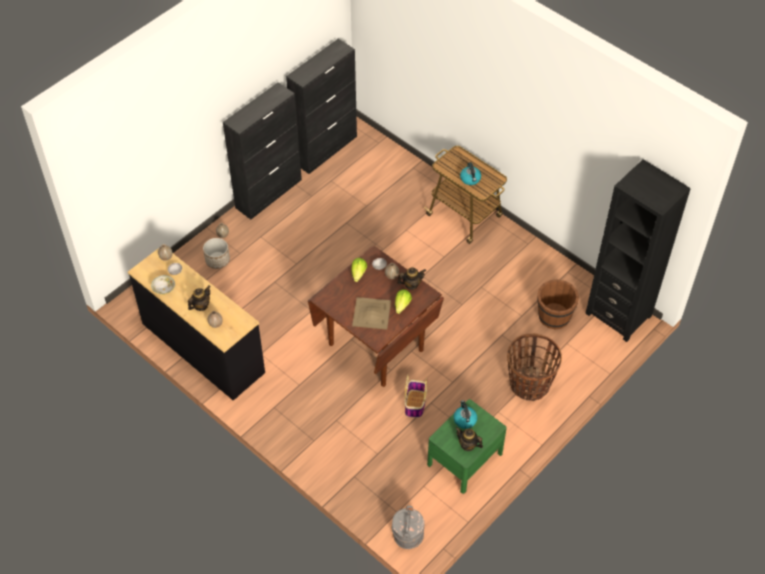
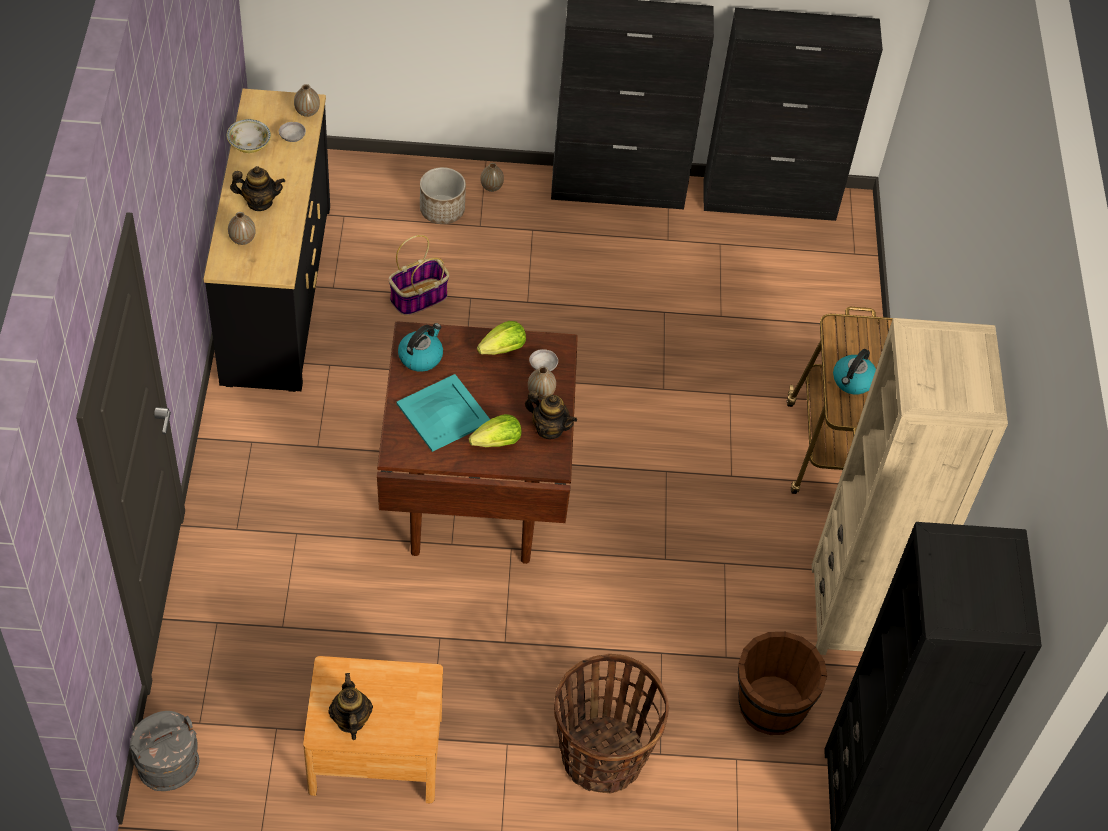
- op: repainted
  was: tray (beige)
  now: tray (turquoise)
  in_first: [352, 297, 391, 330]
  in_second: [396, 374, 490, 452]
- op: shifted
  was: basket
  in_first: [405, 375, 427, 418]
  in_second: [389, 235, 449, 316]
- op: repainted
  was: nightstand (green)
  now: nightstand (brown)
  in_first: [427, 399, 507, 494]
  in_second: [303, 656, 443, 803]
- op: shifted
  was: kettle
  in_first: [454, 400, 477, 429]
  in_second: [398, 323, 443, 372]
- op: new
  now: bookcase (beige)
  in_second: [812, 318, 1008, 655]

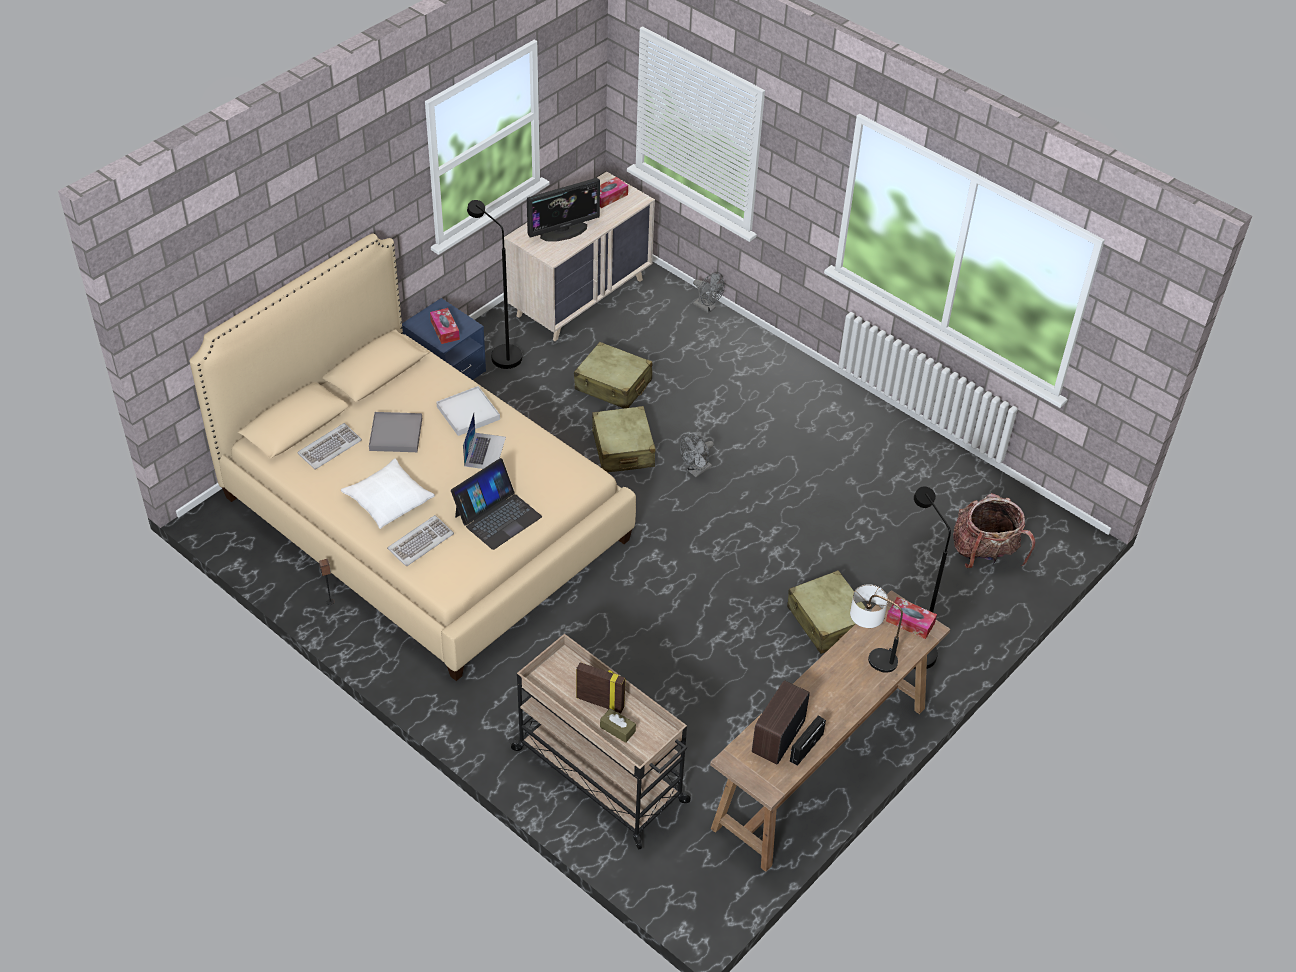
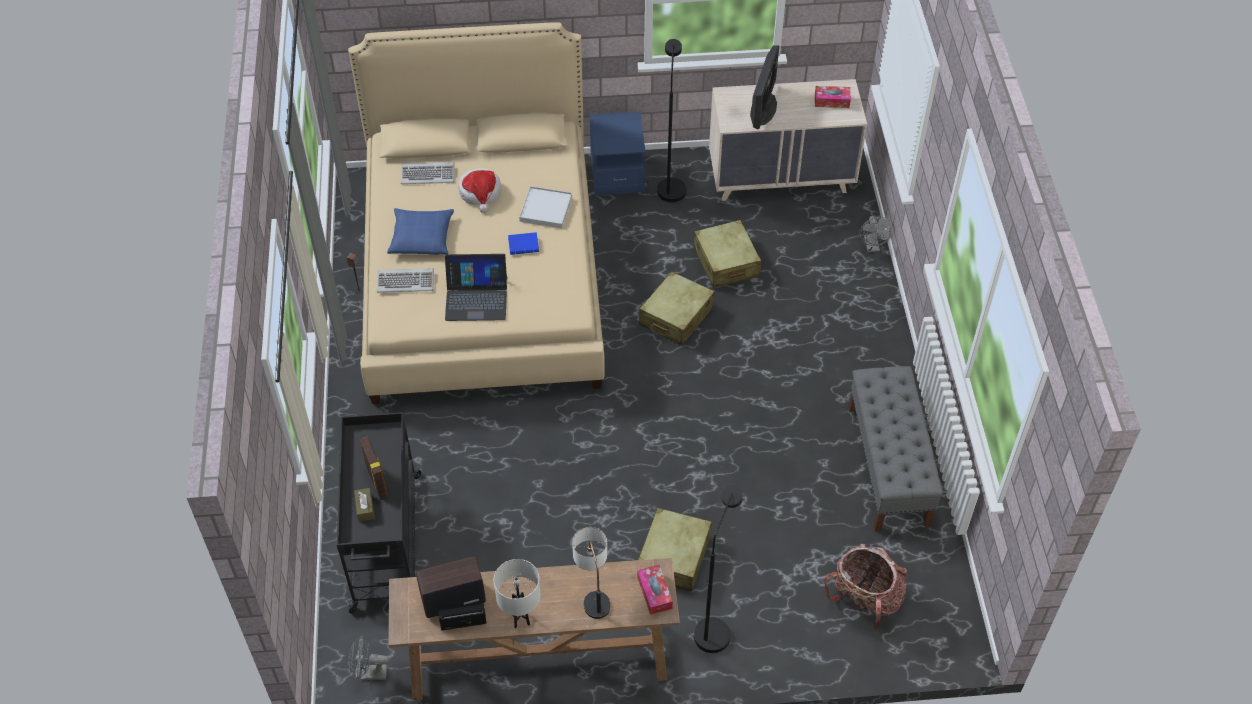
- op: rotated
  was: monitor
  in_first: [527, 178, 600, 242]
  in_second: [750, 45, 779, 129]
  clockwise: -90
- op: gone
  was: tissue box
  in_first: [430, 308, 460, 344]
- op: swapped
  was: tray (grey)
  now: hat
  in_first: [369, 412, 422, 452]
  in_second: [459, 168, 501, 213]
- op: swapped
  was: laptop
  now: book (blue)
  in_first: [463, 412, 506, 469]
  in_second: [508, 232, 539, 255]
- op: shifted
  was: fan (grey)
  in_first: [680, 434, 714, 477]
  in_second: [348, 636, 389, 680]
- op: repainted
  was: pillow (white)
  now: pillow (blue)
  in_first: [341, 458, 435, 529]
  in_second: [387, 208, 454, 255]
- op: repainted
  was: cart (beige)
  now: cart (black)
  in_first: [509, 634, 691, 850]
  in_second: [337, 412, 422, 614]
- op: new
  now: bench (grey)
  in_second: [849, 366, 943, 532]
- op: new
  now: table lamp (white)
  in_second: [494, 559, 541, 628]

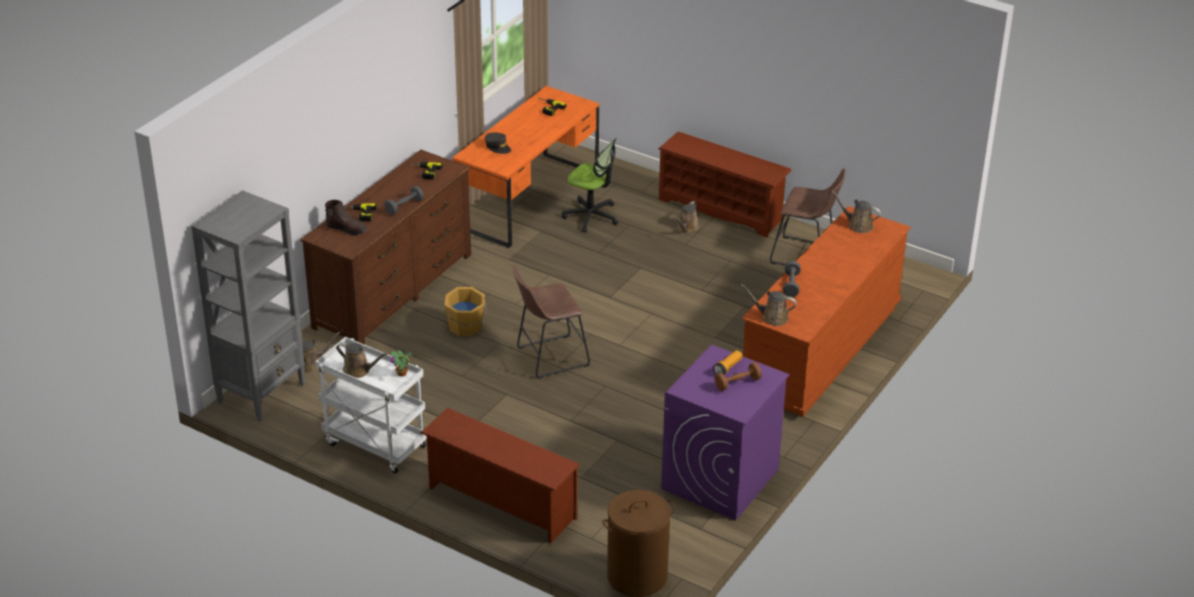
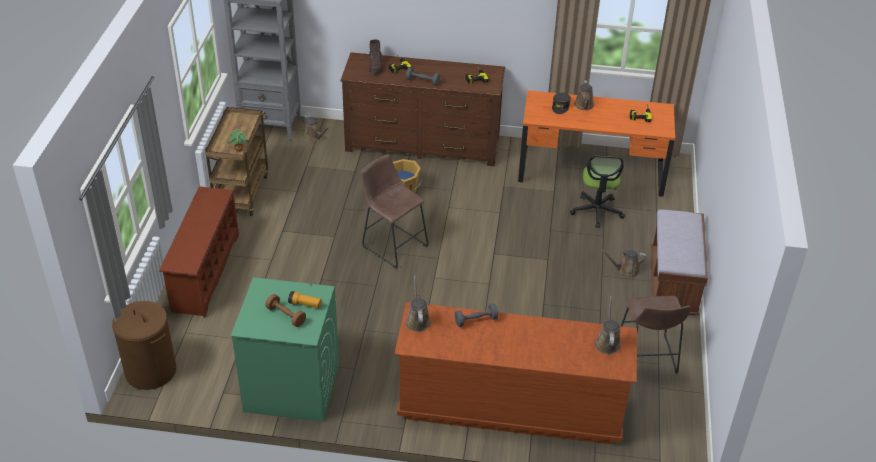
- op: swapped
  was: shoe rack (brown)
  now: bench (brown)
  in_first: [658, 132, 792, 237]
  in_second: [651, 209, 708, 315]
- op: repainted
  was: cart (white)
  now: cart (brown)
  in_first: [315, 337, 427, 474]
  in_second: [205, 107, 268, 216]
- op: shifted
  was: watering can (brown)
  in_first: [336, 342, 388, 378]
  in_second: [574, 80, 594, 110]
- op: repainted
  was: washing machine (purple)
  now: washing machine (green)
  in_first: [661, 345, 790, 520]
  in_second: [231, 277, 339, 422]

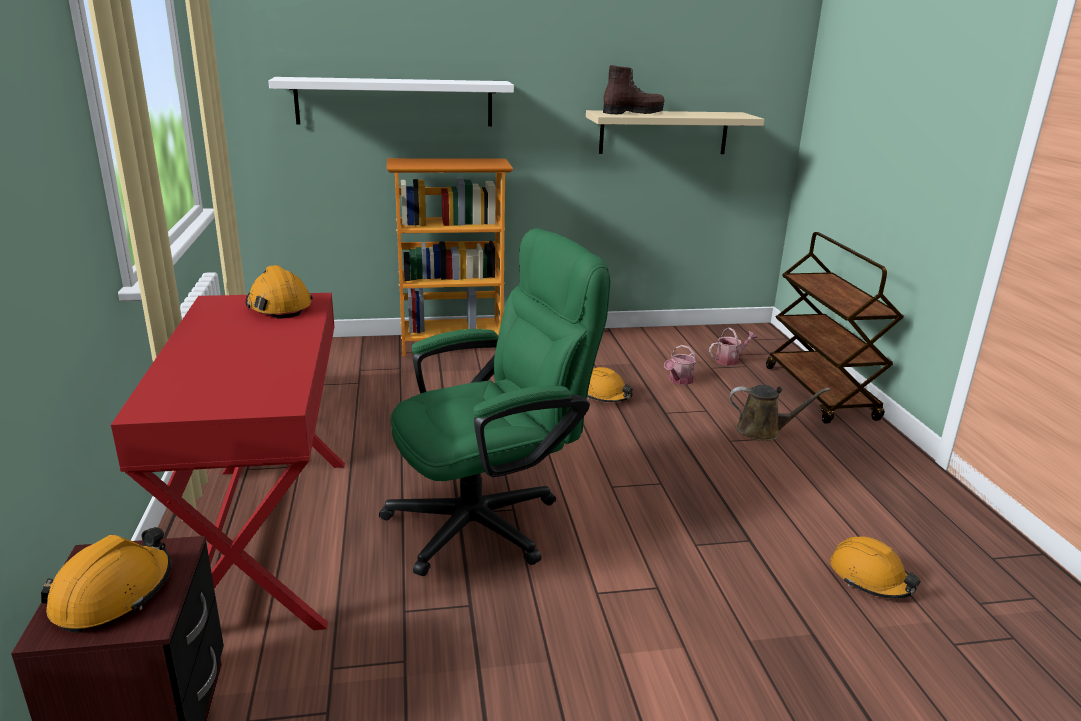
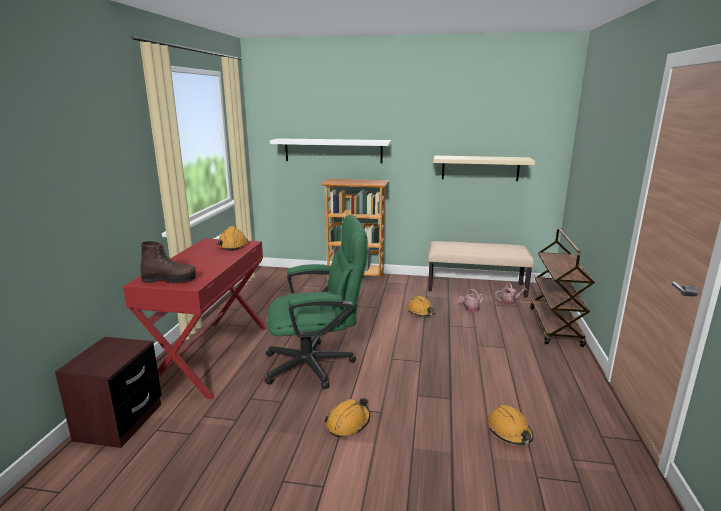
- op: shifted
  was: boot (brown)
  in_first: [603, 65, 665, 114]
  in_second: [140, 241, 196, 283]
- op: gone
  was: watering can (brown)
  in_first: [730, 385, 830, 441]
- op: shifted
  was: hard hat (orange)
  in_first: [41, 527, 172, 633]
  in_second: [325, 398, 370, 437]
- op: new
  now: bench (beige)
  in_second: [428, 241, 534, 298]

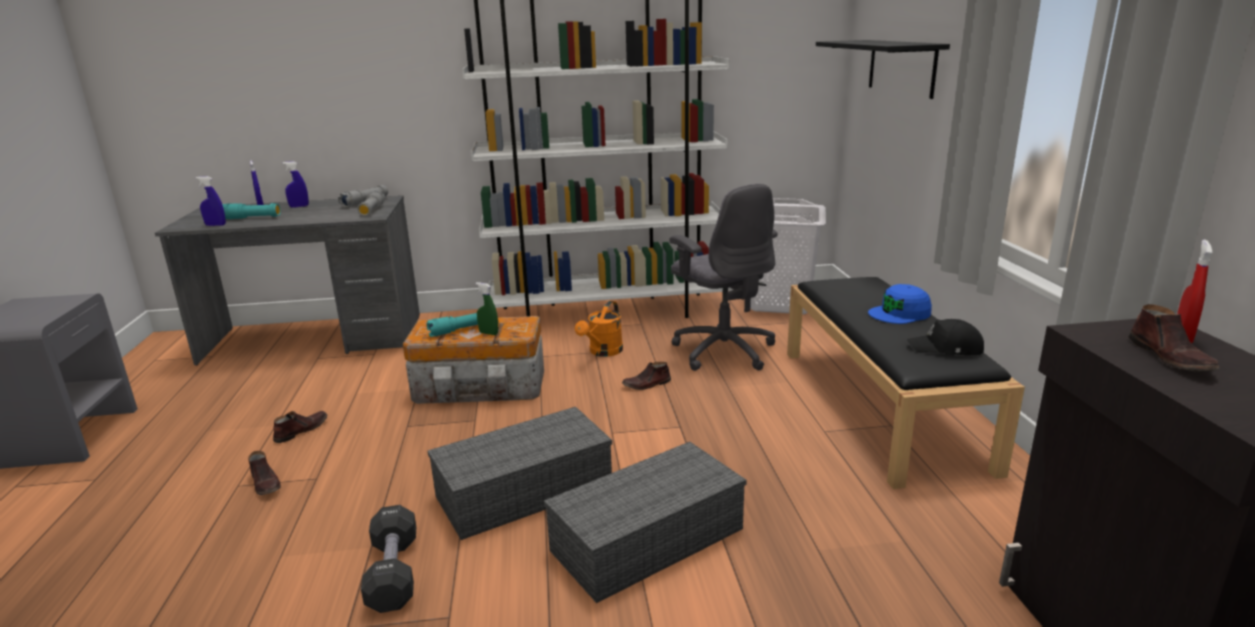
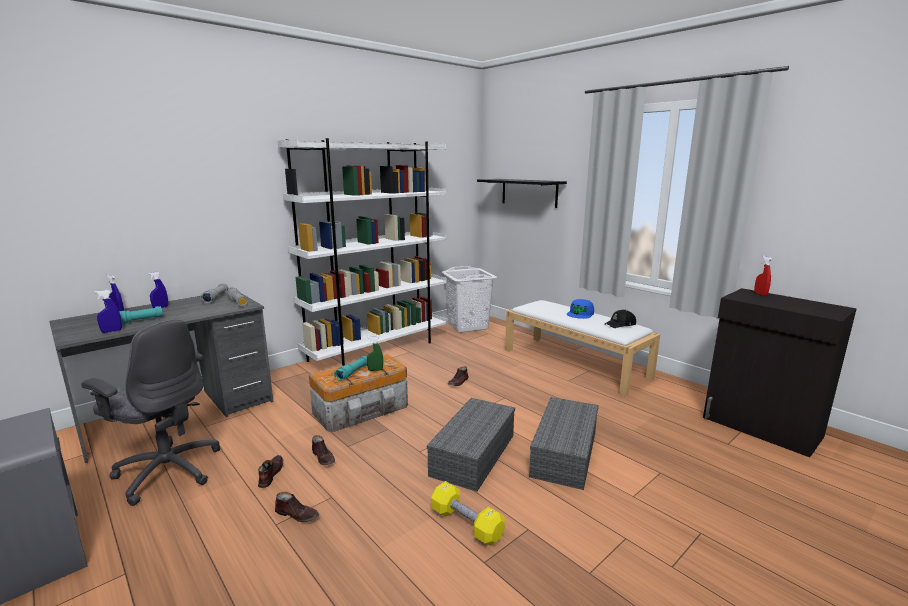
- op: shifted
  was: office chair (grey)
  in_first: [669, 184, 778, 371]
  in_second: [81, 319, 220, 506]
- op: repainted
  was: bench (black)
  now: bench (white)
  in_first: [787, 277, 1025, 489]
  in_second: [505, 300, 660, 396]
- op: gone
  was: watering can (orange)
  in_first: [575, 301, 623, 357]
- op: shifted
  was: shoe (brown)
  in_first: [1128, 304, 1220, 371]
  in_second: [312, 435, 335, 465]
- op: repainted
  was: dumbbell (black)
  now: dumbbell (yellow)
  in_first: [361, 505, 416, 613]
  in_second: [431, 481, 505, 546]

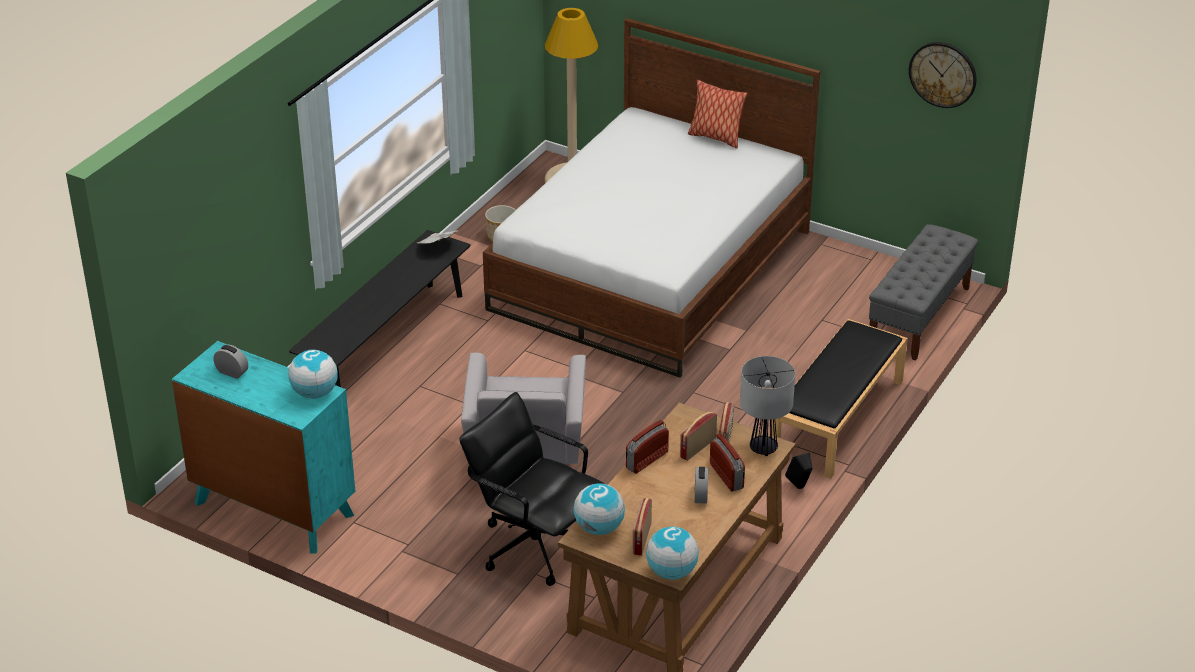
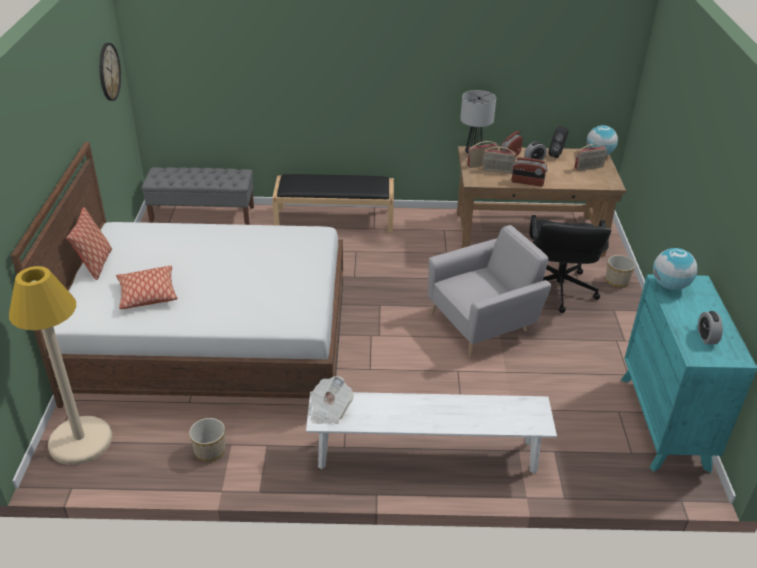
- op: repainted
  was: bench (black)
  now: bench (white)
  in_first: [289, 230, 471, 387]
  in_second: [306, 391, 557, 474]
- op: shifted
  was: speaker (black)
  in_first: [785, 453, 812, 489]
  in_second: [548, 126, 569, 158]
- op: gone
  was: globe
  in_first: [574, 483, 625, 535]
- op: new
  now: planter
  in_second: [606, 255, 636, 287]
- op: new
  now: pillow
  in_second: [116, 266, 178, 309]

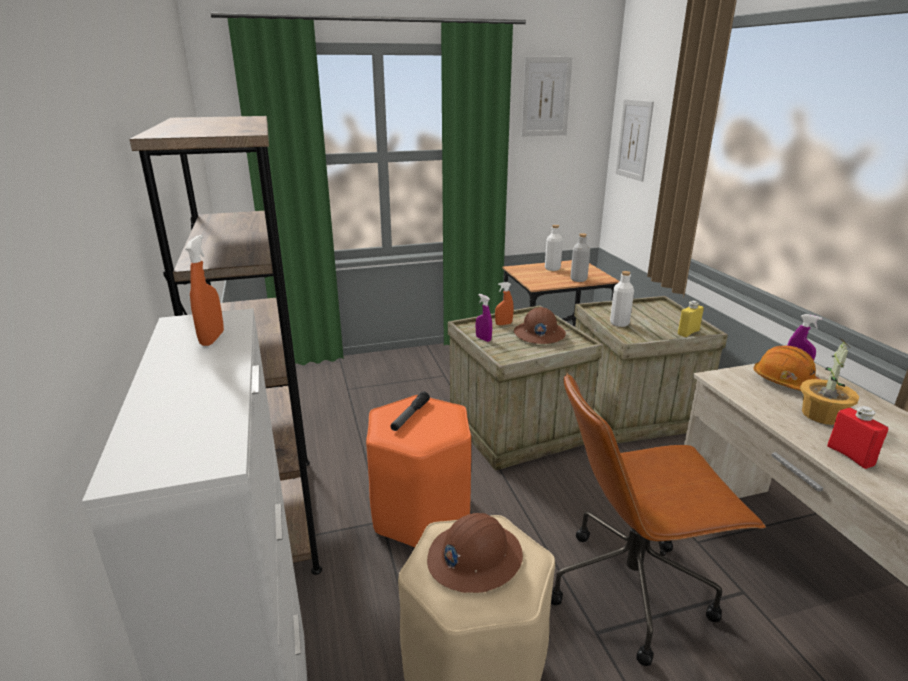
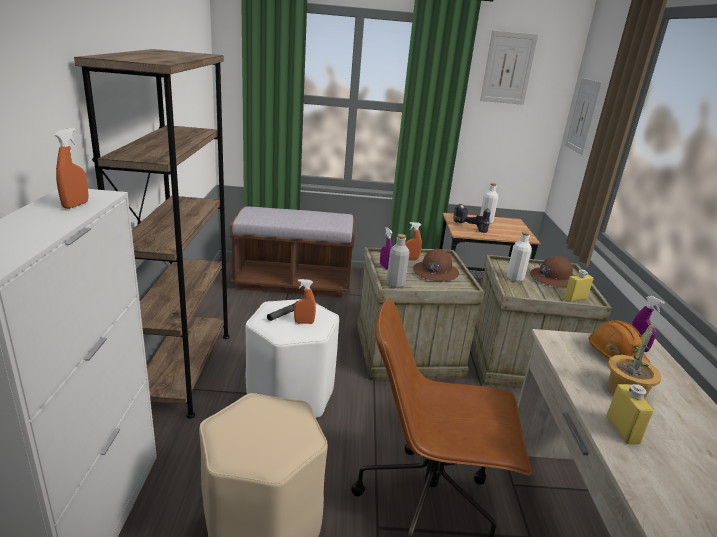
- op: shifted
  was: bottle (grey)
  in_first: [570, 233, 590, 282]
  in_second: [386, 234, 409, 288]
- op: repainted
  was: stool (orange)
  now: stool (white)
  in_first: [366, 395, 471, 547]
  in_second: [246, 299, 339, 418]
- op: repainted
  was: bottle (red)
  now: bottle (yellow)
  in_first: [827, 406, 888, 469]
  in_second: [606, 384, 654, 444]
- op: shifted
  was: hard hat (brown)
  in_first: [427, 513, 523, 593]
  in_second: [530, 256, 573, 287]
- op: new
  now: power drill
  in_second: [453, 204, 491, 233]
- op: new
  now: bench (brown)
  in_second: [229, 206, 356, 297]
- op: new
  now: spray bottle (orange)
  in_second: [294, 279, 316, 324]

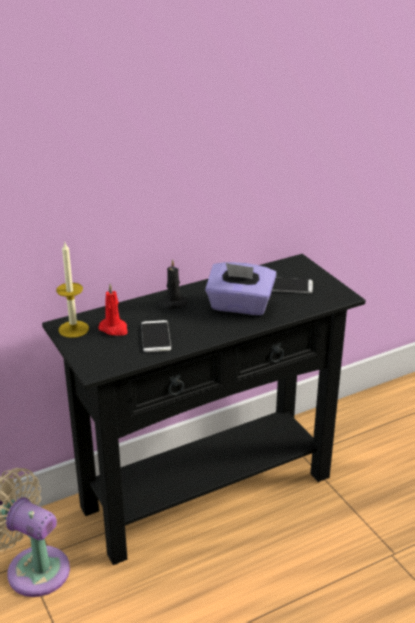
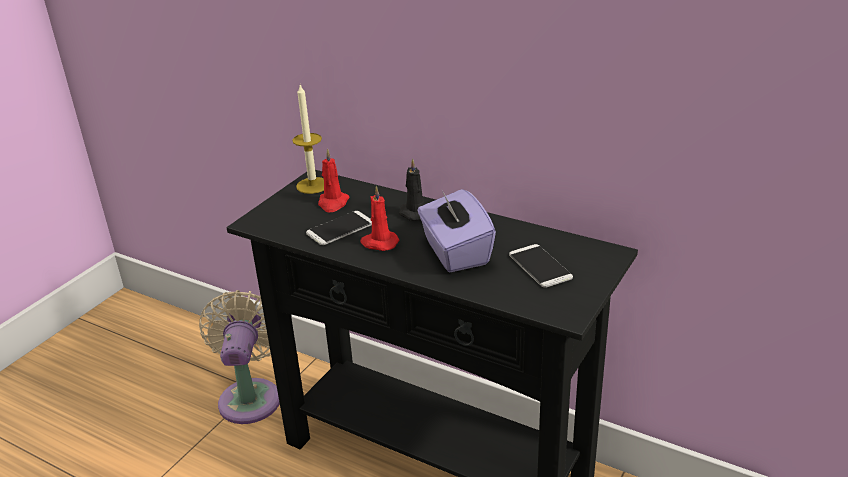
- op: new
  now: candle (red)
  in_second: [361, 186, 399, 251]

